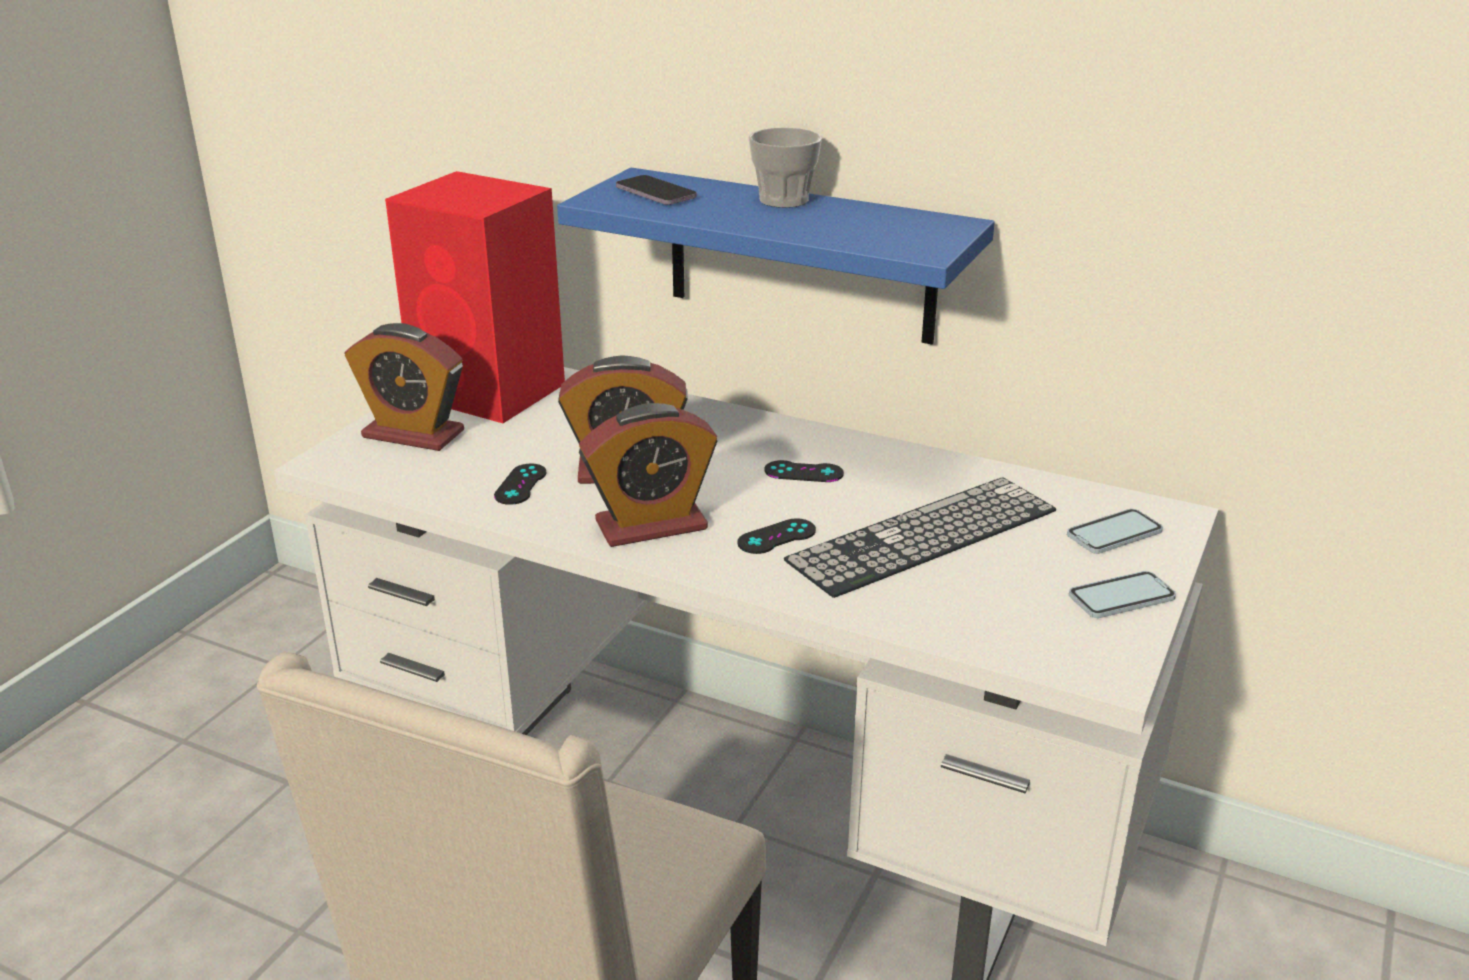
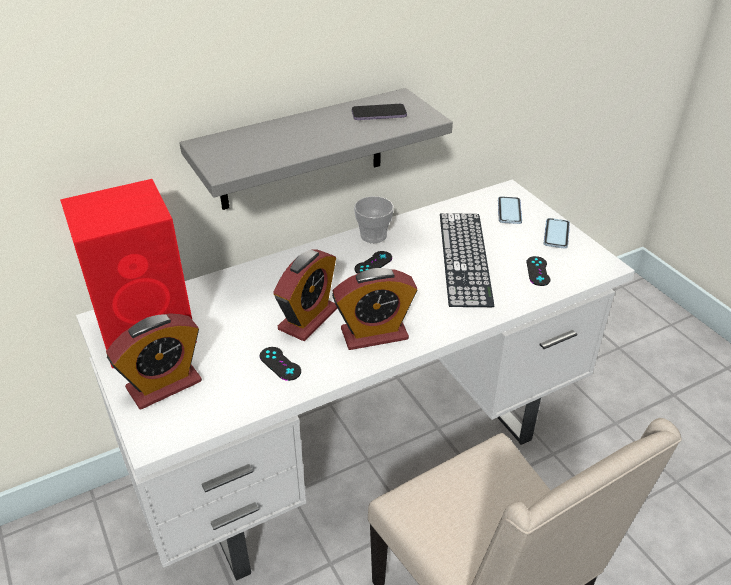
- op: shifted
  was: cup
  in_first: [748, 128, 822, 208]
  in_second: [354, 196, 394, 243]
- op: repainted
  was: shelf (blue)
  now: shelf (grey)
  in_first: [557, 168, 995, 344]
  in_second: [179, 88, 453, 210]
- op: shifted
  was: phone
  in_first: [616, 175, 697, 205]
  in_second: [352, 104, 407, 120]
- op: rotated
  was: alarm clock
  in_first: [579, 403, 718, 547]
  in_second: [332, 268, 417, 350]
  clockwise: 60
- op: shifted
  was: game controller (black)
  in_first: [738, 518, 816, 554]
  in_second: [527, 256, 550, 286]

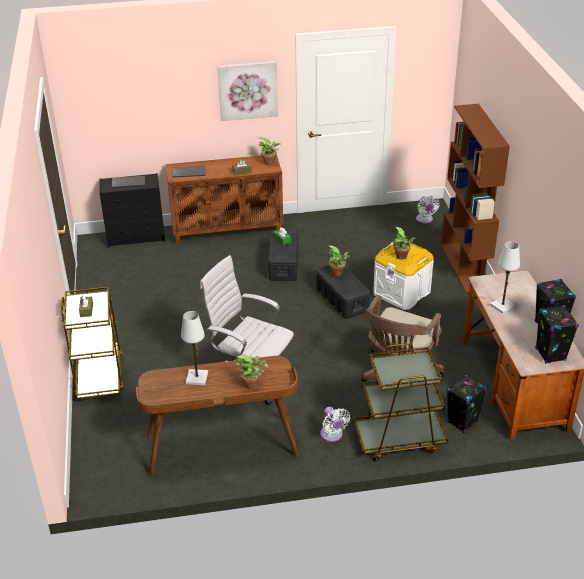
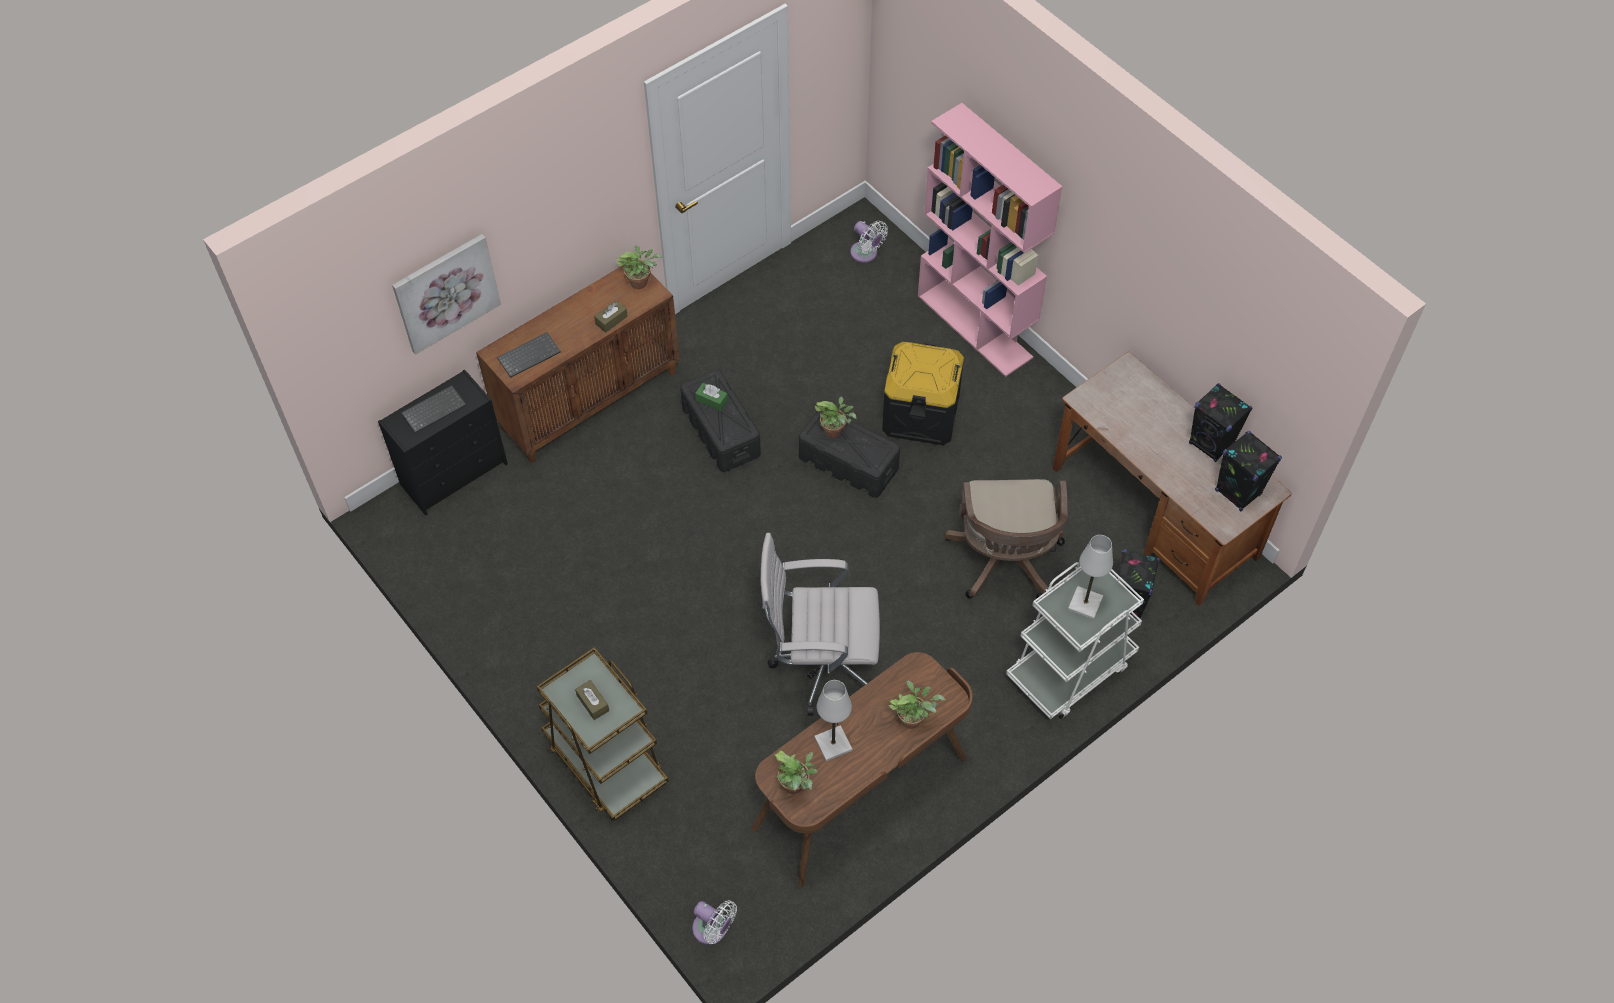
- op: shifted
  was: picture
  in_first: [217, 61, 278, 121]
  in_second: [392, 234, 501, 355]
- op: repainted
  was: bookcase (brown)
  now: bookcase (pink)
  in_first: [441, 104, 510, 293]
  in_second: [918, 103, 1063, 377]
- op: shifted
  was: potted plant
  in_first: [393, 227, 416, 260]
  in_second: [773, 750, 817, 794]
- op: repainted
  was: storage box (white)
  now: storage box (black)
  in_first: [373, 241, 434, 310]
  in_second: [882, 342, 964, 445]
- op: shifted
  was: table lamp (white)
  in_first: [490, 241, 520, 314]
  in_second: [1068, 535, 1113, 620]
- op: repainted
  was: cart (brown)
  now: cart (white)
  in_first: [354, 343, 449, 461]
  in_second: [1006, 562, 1144, 720]
- op: shifted
  was: fan (white)
  in_first: [320, 407, 350, 442]
  in_second: [692, 901, 737, 945]

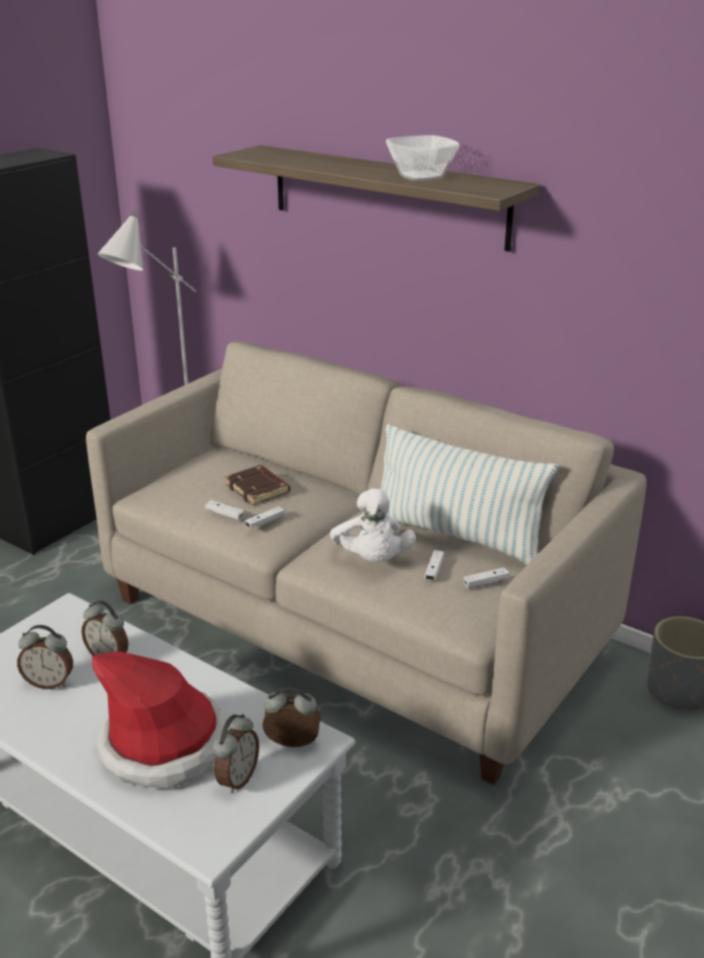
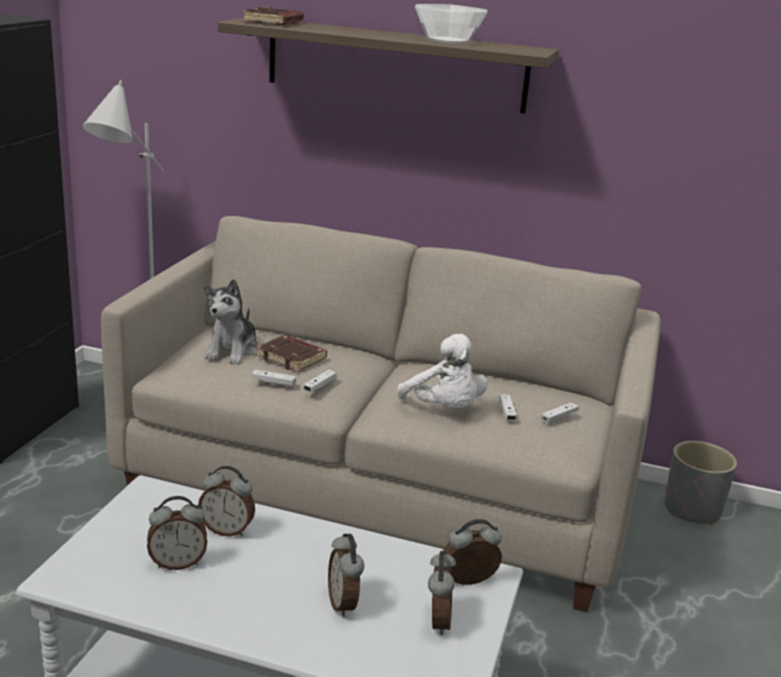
- op: gone
  was: pillow
  in_first: [381, 424, 558, 564]
- op: swapped
  was: hat
  now: alarm clock
  in_first: [92, 652, 228, 789]
  in_second: [328, 534, 364, 617]
- op: new
  now: book (brown)
  in_second: [242, 7, 304, 25]
- op: new
  now: plush toy
  in_second: [204, 279, 258, 365]

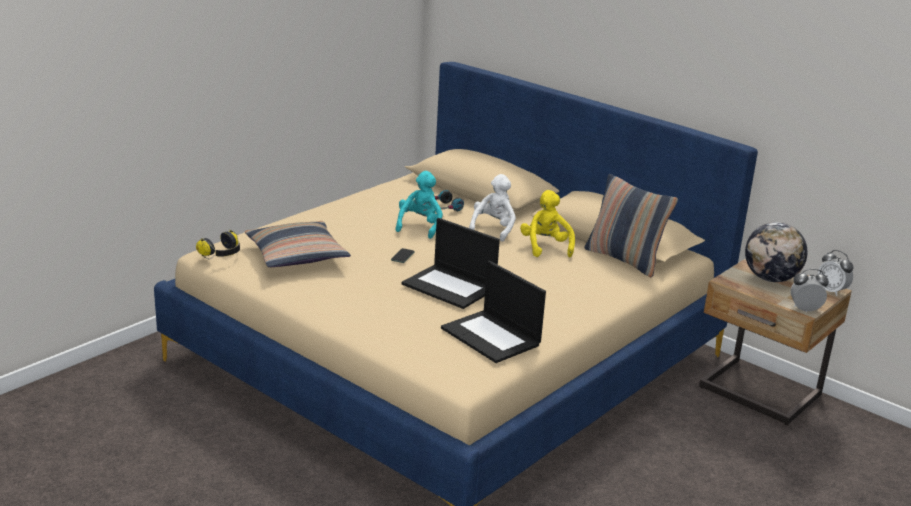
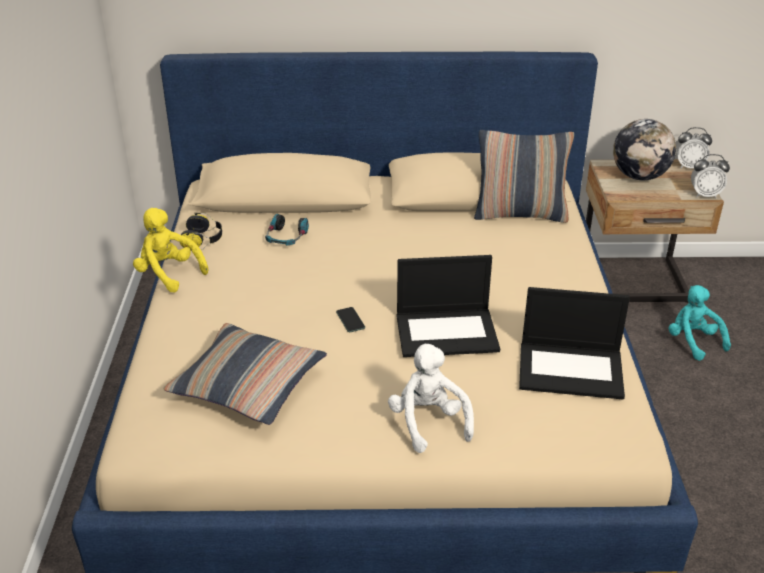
- op: shifted
  was: plush toy (turquoise)
  in_first: [396, 171, 443, 239]
  in_second: [668, 285, 731, 361]
- op: shifted
  was: plush toy (white)
  in_first: [469, 174, 516, 242]
  in_second: [388, 344, 474, 453]
- op: shifted
  was: plush toy (yellow)
  in_first: [520, 190, 575, 257]
  in_second: [133, 208, 208, 292]
- op: shifted
  was: headphones
  in_first: [196, 230, 240, 259]
  in_second: [180, 213, 222, 251]
- op: rotated
  was: alarm clock
  in_first: [791, 269, 829, 312]
  in_second: [691, 154, 730, 198]
  clockwise: -135

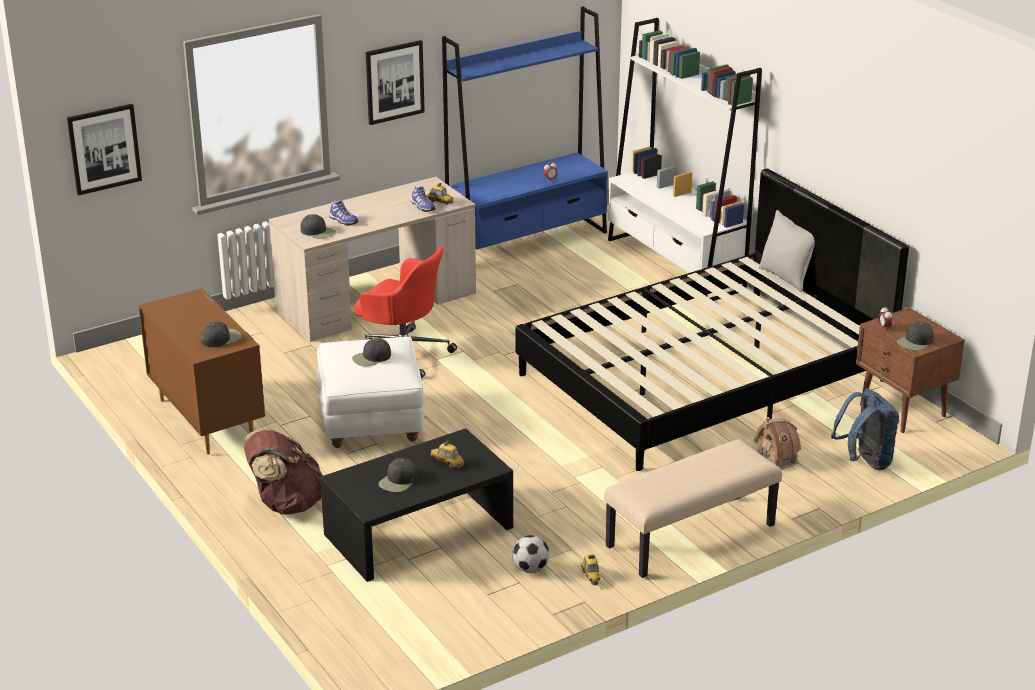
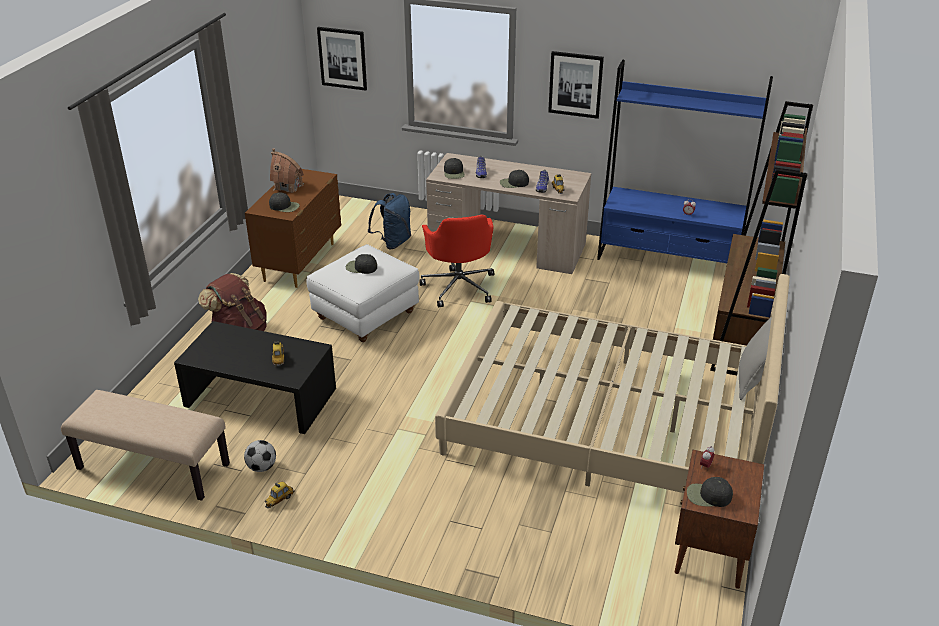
- op: repainted
  was: bookcase (white)
  now: bookcase (brown)
  in_first: [608, 18, 762, 301]
  in_second: [710, 101, 813, 375]
- op: repainted
  was: bed (black)
  now: bed (beige)
  in_first: [515, 169, 909, 471]
  in_second: [435, 274, 790, 493]
- op: shifted
  was: backpack (blue)
  in_first: [831, 388, 899, 470]
  in_second: [367, 193, 411, 249]
- op: shifted
  was: toy house
  in_first: [754, 417, 801, 469]
  in_second: [270, 148, 304, 193]
- op: shifted
  was: bench (beige)
  in_first: [604, 439, 782, 578]
  in_second: [61, 390, 230, 501]
- op: shifted
  was: cap (black)
  in_first: [378, 458, 418, 492]
  in_second: [500, 170, 529, 188]

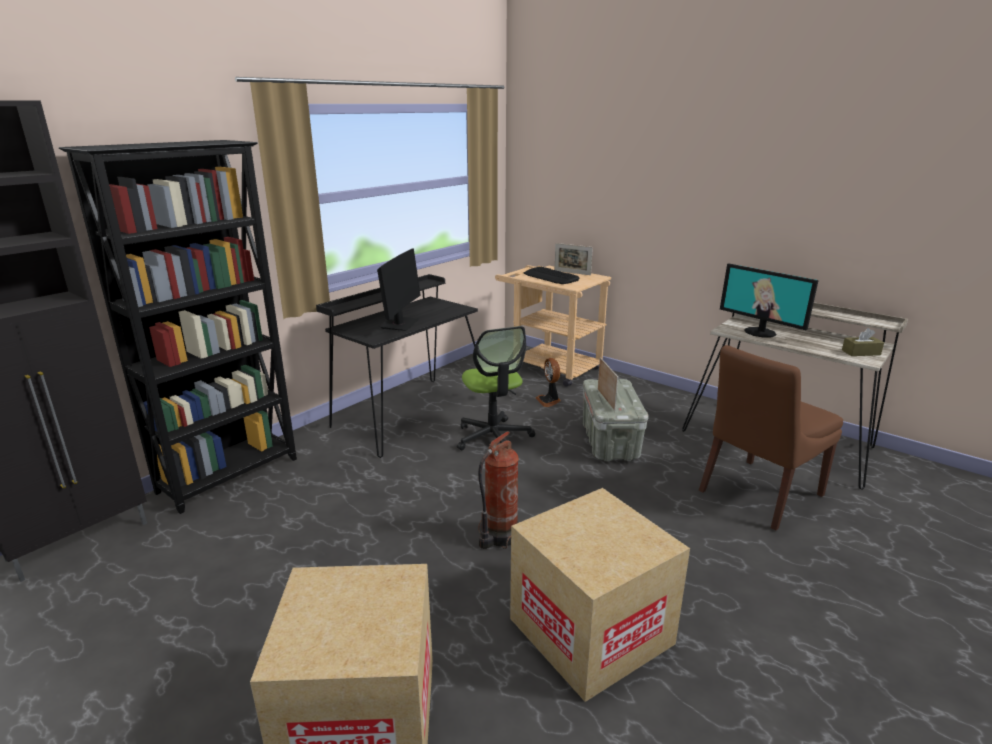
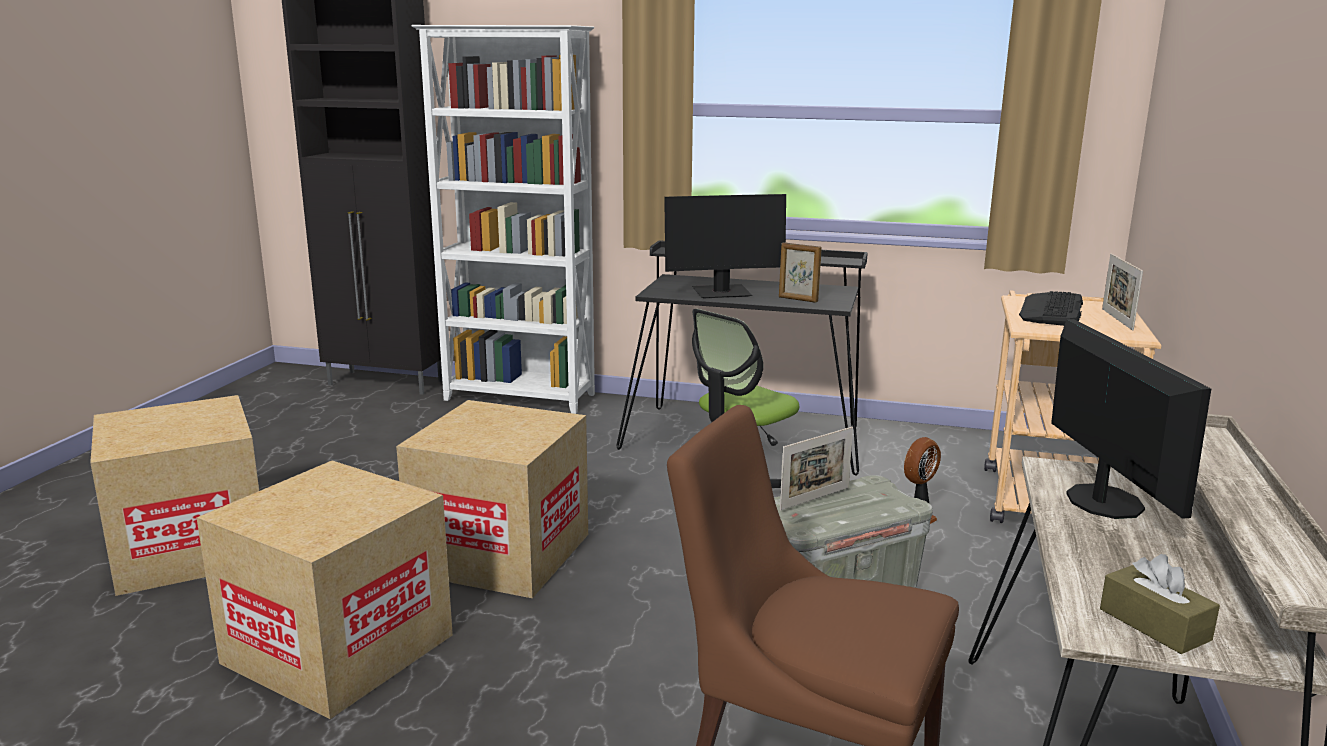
- op: repainted
  was: bookcase (black)
  now: bookcase (white)
  in_first: [59, 140, 297, 514]
  in_second: [411, 25, 595, 414]
- op: rotated
  was: monitor
  in_first: [720, 263, 819, 338]
  in_second: [1051, 319, 1211, 519]
  clockwise: 150
- op: swapped
  was: fire extinguisher
  now: cardboard box
  in_first: [478, 431, 519, 549]
  in_second: [396, 400, 588, 598]
- op: new
  now: picture frame
  in_second: [779, 242, 822, 303]

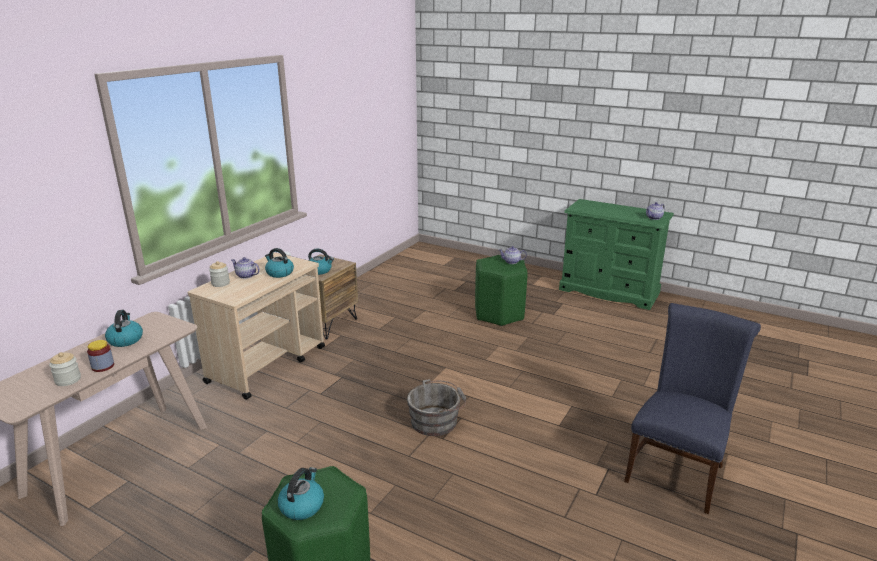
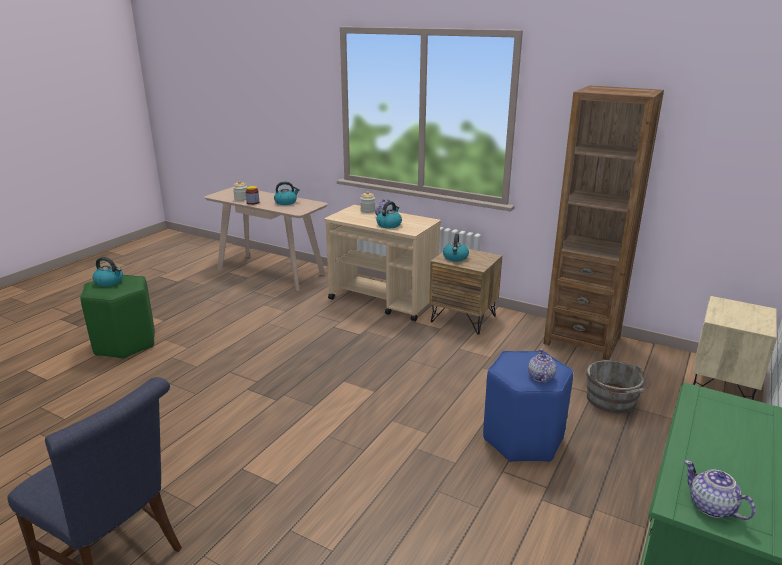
- op: repainted
  was: stool (green)
  now: stool (blue)
  in_first: [475, 255, 528, 326]
  in_second: [483, 351, 573, 462]
- op: shifted
  was: bucket (grey)
  in_first: [407, 379, 466, 436]
  in_second: [586, 360, 651, 413]
- op: new
  now: bookcase (brown)
  in_second: [543, 86, 664, 360]
- op: new
  now: nightstand (beige)
  in_second: [692, 296, 777, 400]

